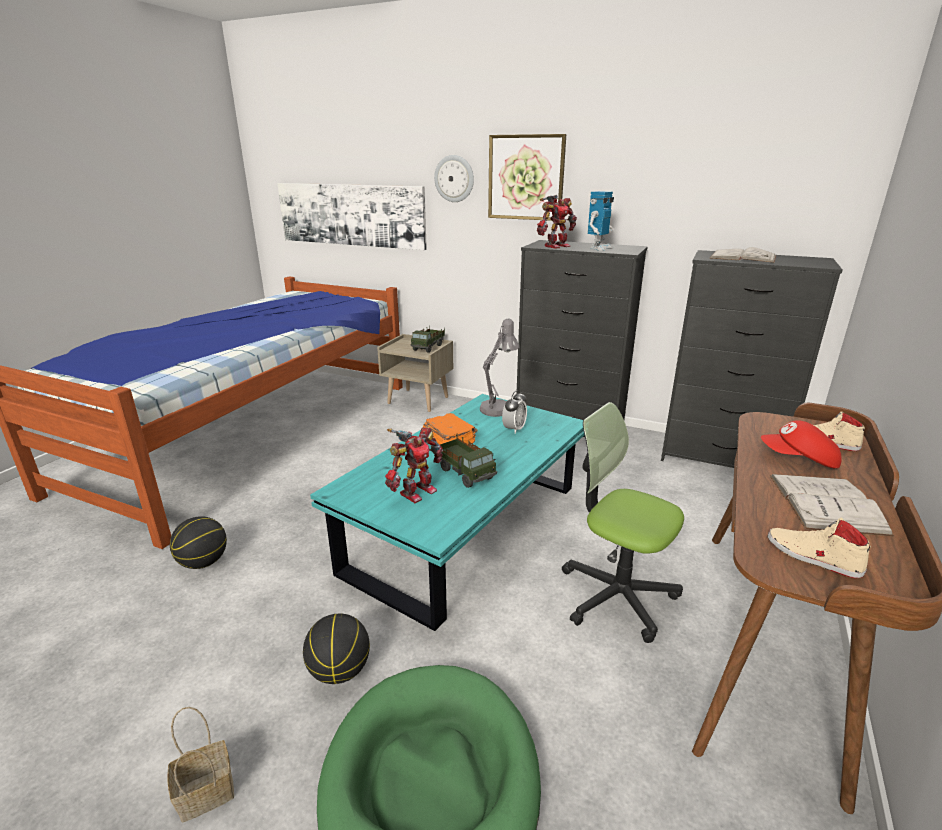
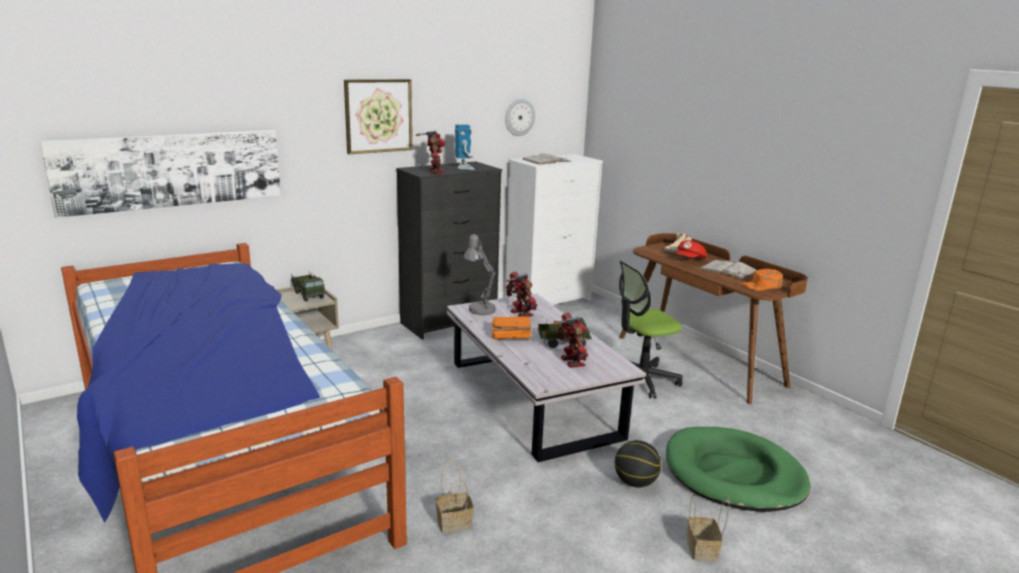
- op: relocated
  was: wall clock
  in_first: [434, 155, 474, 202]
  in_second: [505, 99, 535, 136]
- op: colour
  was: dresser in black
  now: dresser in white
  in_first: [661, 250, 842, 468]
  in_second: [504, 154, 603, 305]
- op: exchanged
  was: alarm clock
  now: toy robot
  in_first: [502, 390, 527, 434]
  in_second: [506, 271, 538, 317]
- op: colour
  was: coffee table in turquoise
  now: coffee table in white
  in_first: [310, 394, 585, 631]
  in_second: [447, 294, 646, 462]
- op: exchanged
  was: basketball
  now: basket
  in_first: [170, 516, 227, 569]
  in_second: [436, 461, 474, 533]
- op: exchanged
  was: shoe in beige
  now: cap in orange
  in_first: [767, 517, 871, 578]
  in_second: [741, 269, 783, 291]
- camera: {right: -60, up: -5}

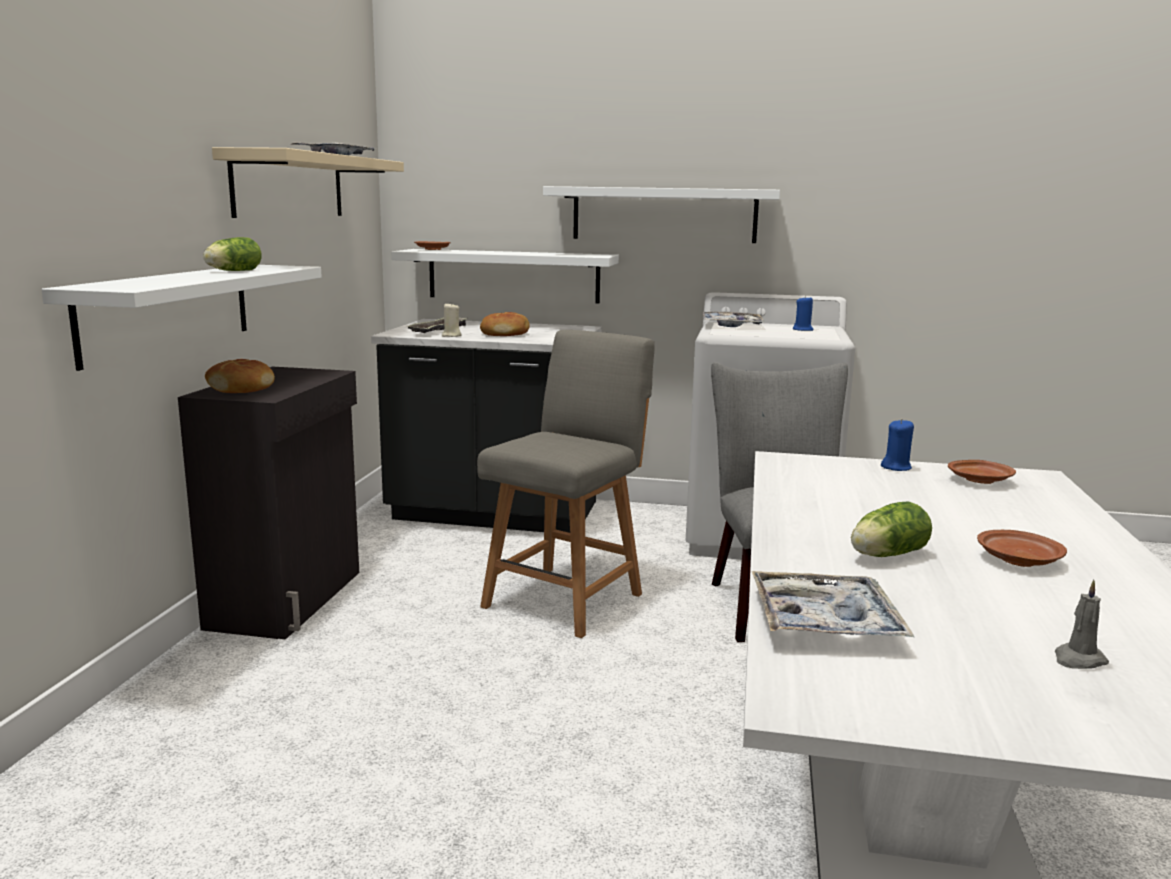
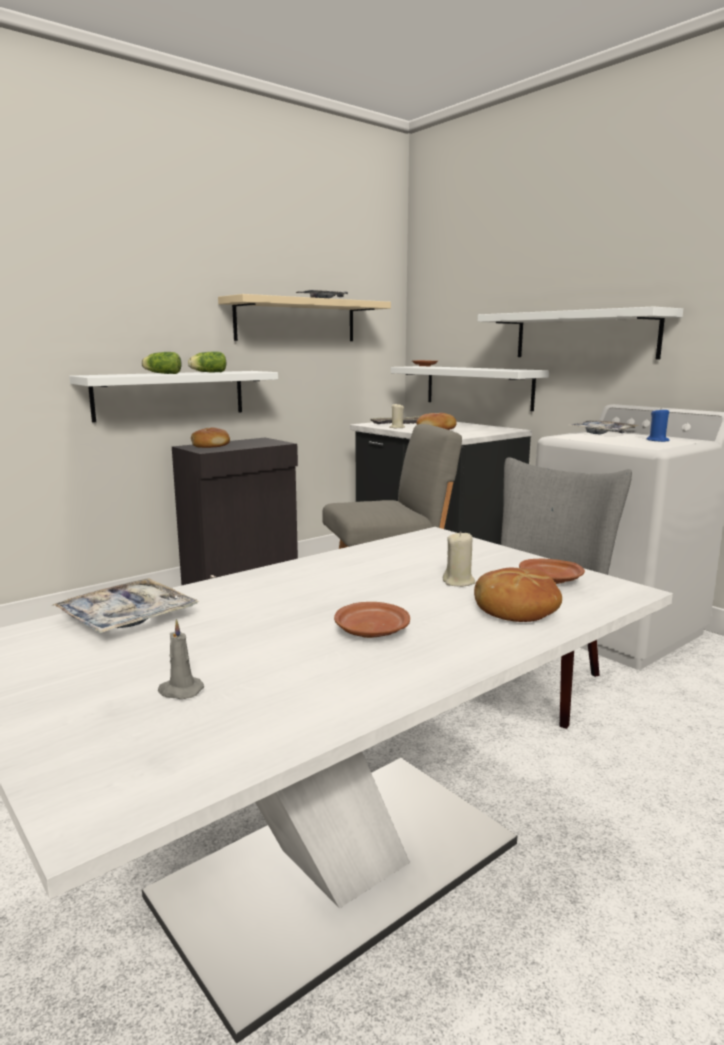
- op: missing
  was: candle in blue
  in_first: [881, 419, 914, 471]
- op: relocated
  was: lettuce
  in_first: [851, 501, 932, 557]
  in_second: [141, 352, 182, 374]
- op: appeared
  now: candle in beige
  in_second: [443, 531, 475, 587]
- op: appeared
  now: bread
  in_second: [474, 568, 562, 622]
- camera: {right: 40, up: 0}

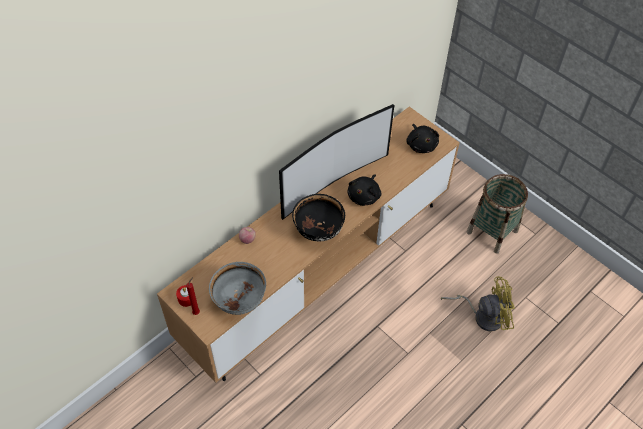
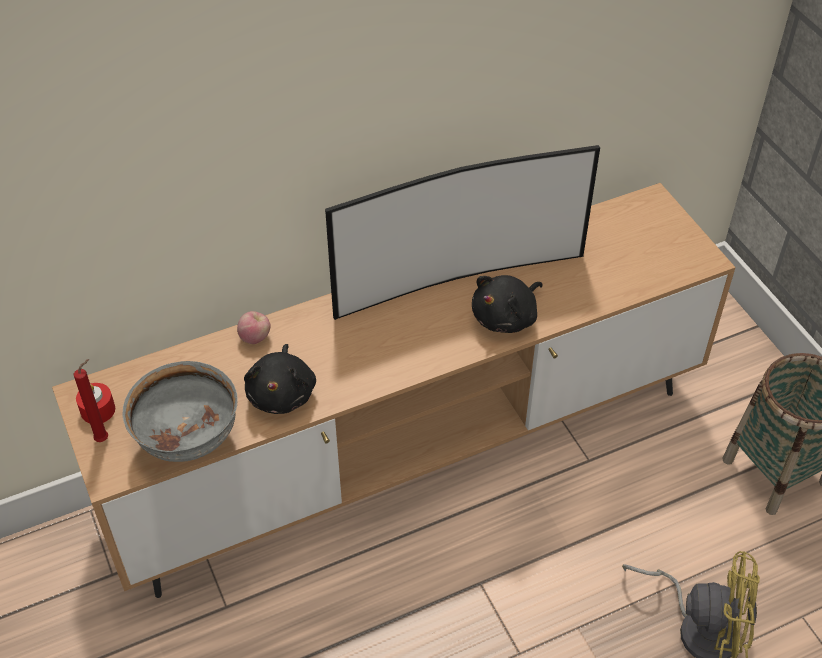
- op: relocated
  was: plush toy in black
  in_first: [406, 124, 439, 153]
  in_second: [244, 344, 316, 414]
- op: missing
  was: bowl in black
  in_first: [292, 194, 345, 241]
- camera: {right: 20, up: -5}

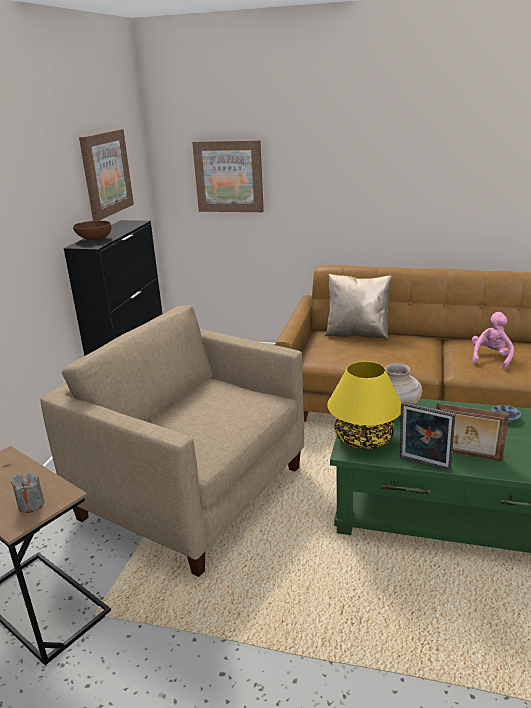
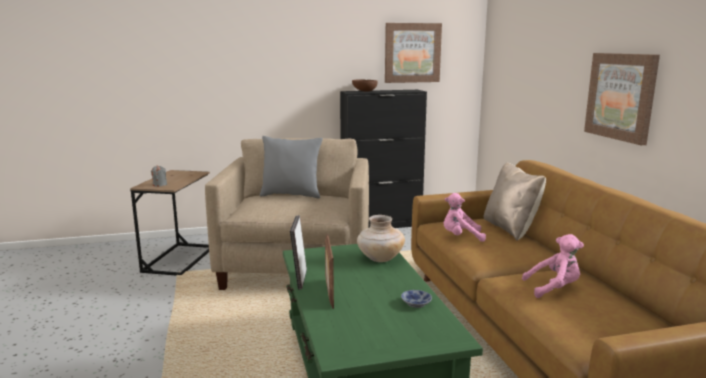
- op: relocated
  was: picture
  in_first: [192, 140, 264, 212]
  in_second: [584, 53, 660, 145]
- op: missing
  was: table lamp in yellow
  in_first: [327, 361, 401, 449]
- op: appeared
  now: pillow in grey
  in_second: [260, 136, 323, 199]
- op: appeared
  now: plush toy in pink
  in_second: [444, 193, 486, 242]
- camera: {right: 60, up: -10}

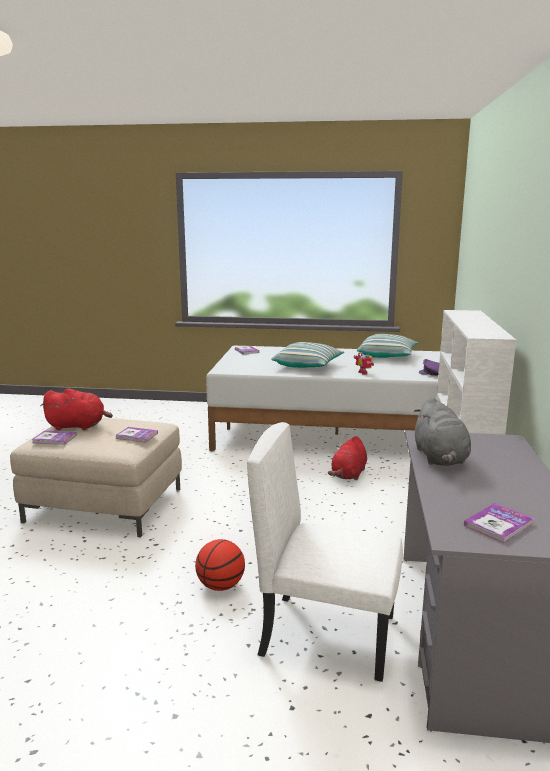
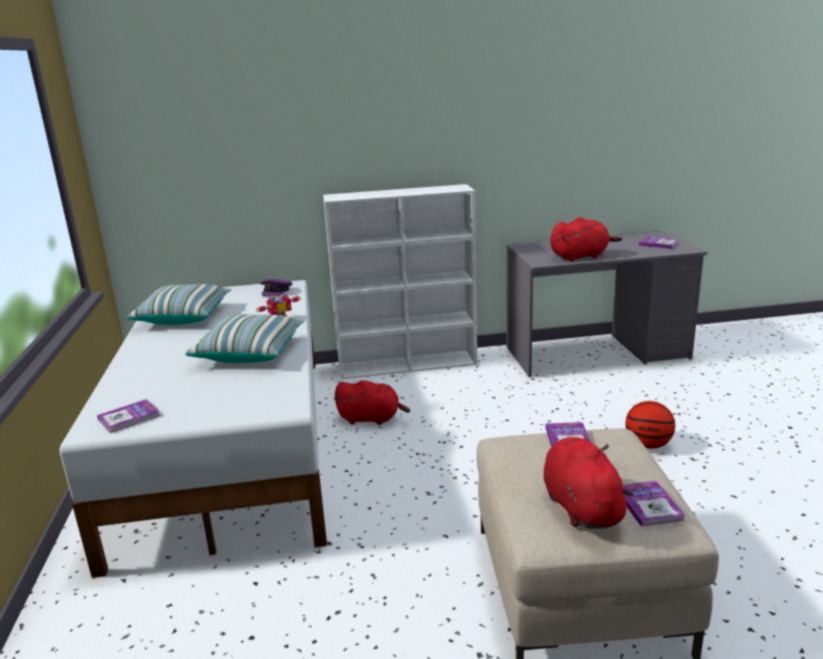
- op: colour
  was: plush toy in grey
  now: plush toy in red
  in_first: [414, 397, 471, 466]
  in_second: [550, 217, 622, 262]
- op: missing
  was: chair in white
  in_first: [247, 422, 403, 682]
- camera: {right: -105, up: 5}

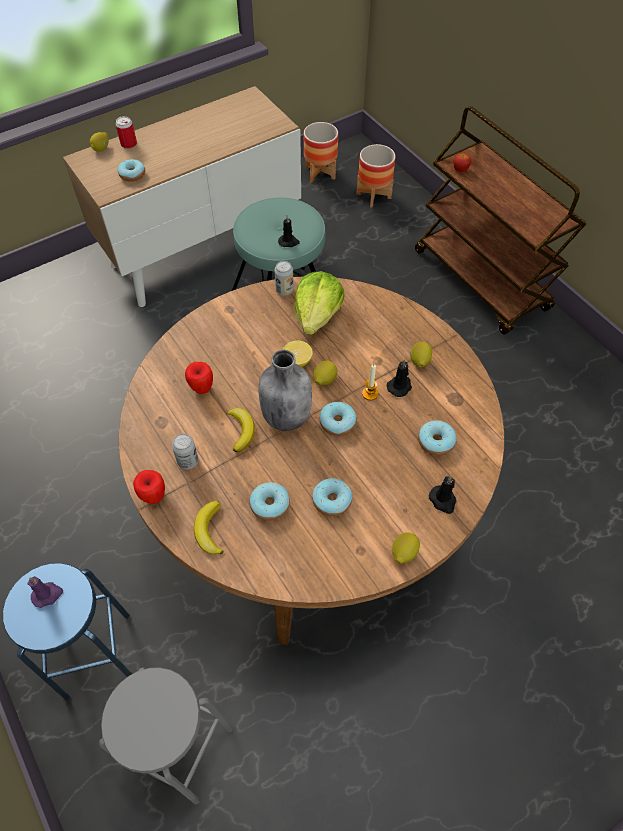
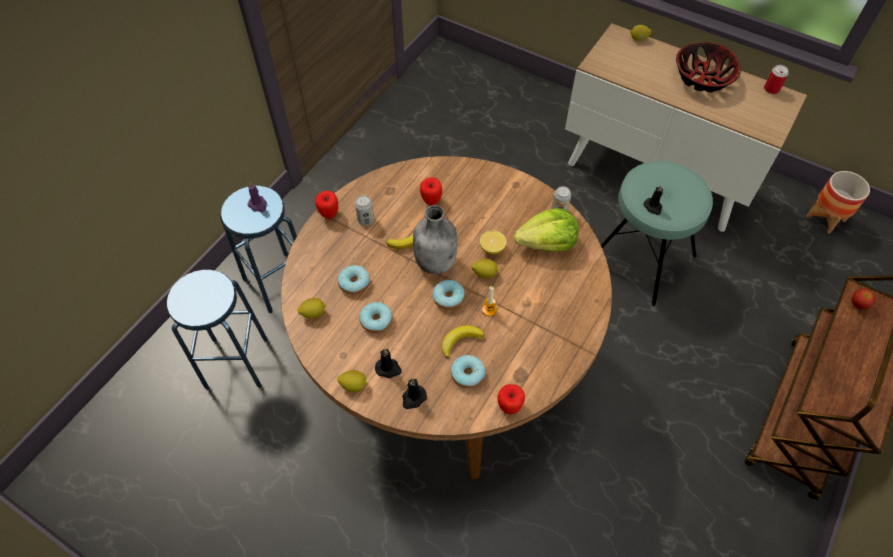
- op: relocated
  was: can
  in_first: [115, 116, 137, 149]
  in_second: [764, 65, 789, 94]
- op: missing
  was: planter
  in_first: [357, 144, 396, 207]
- op: missing
  was: donut
  in_first: [118, 159, 145, 182]
- op: relocated
  was: lemon
  in_first: [410, 342, 432, 367]
  in_second: [297, 298, 326, 319]
- op: relocated
  was: candle in black
  in_first: [387, 359, 412, 397]
  in_second: [375, 348, 402, 378]
- op: relocated
  was: banana
  in_first: [194, 501, 224, 555]
  in_second: [441, 325, 484, 359]
- op: colour
  was: stool in grey
  now: stool in blue
  in_first: [99, 667, 233, 805]
  in_second: [167, 270, 268, 389]
- op: appeared
  now: bowl
  in_second: [676, 42, 741, 92]
- op: appeared
  now: apple
  in_second: [498, 384, 525, 414]
- camera: {right: 65, up: 0}

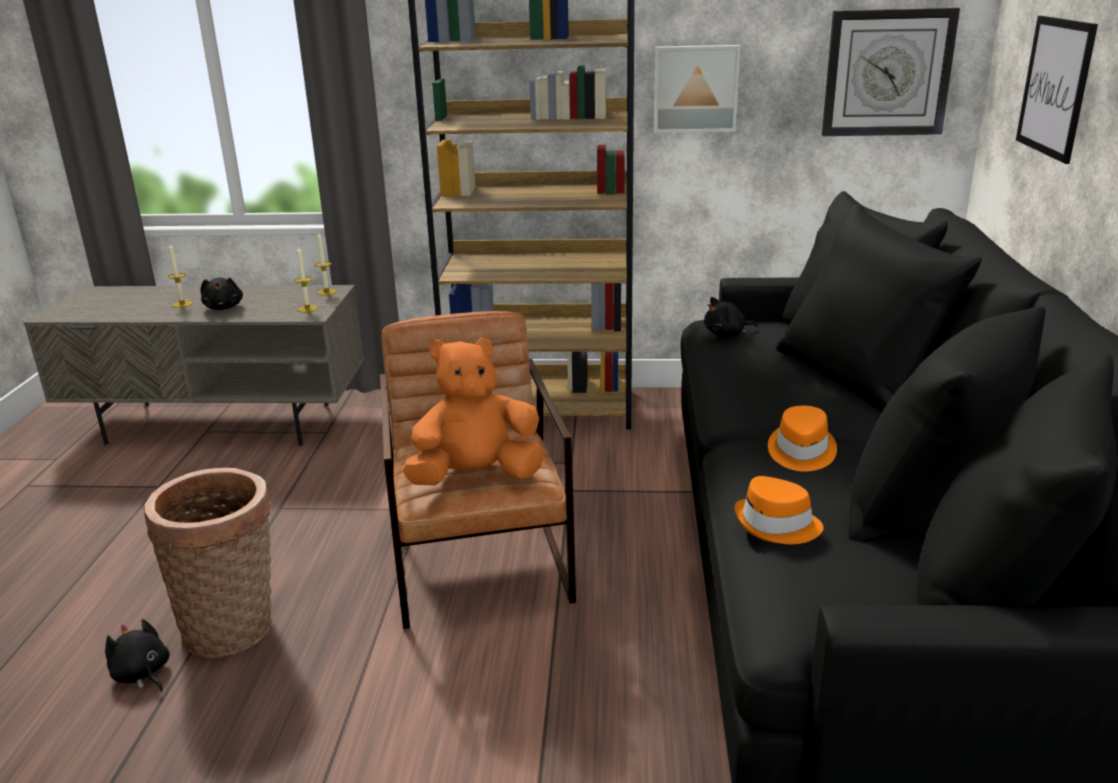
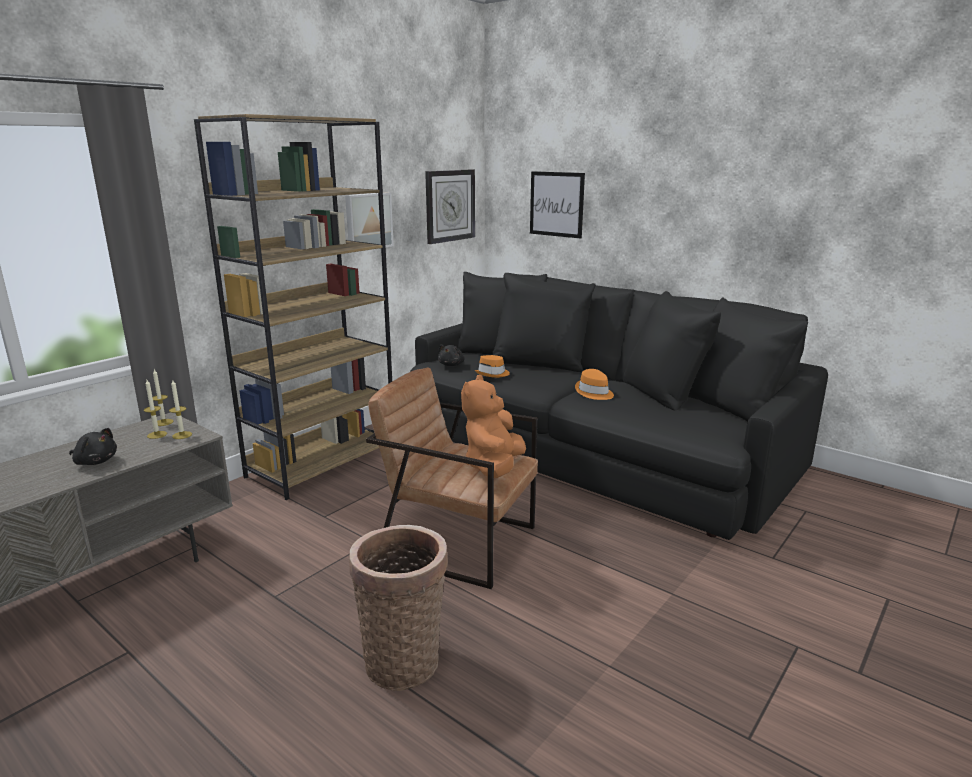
- op: relocated
  was: candle
  in_first: [168, 244, 193, 308]
  in_second: [144, 380, 167, 439]
- op: relocated
  was: hat in orange
  in_first: [735, 476, 824, 544]
  in_second: [475, 355, 510, 378]
- op: missing
  was: plush toy in black
  in_first: [105, 619, 169, 692]
- camera: {right: -55, up: -5}

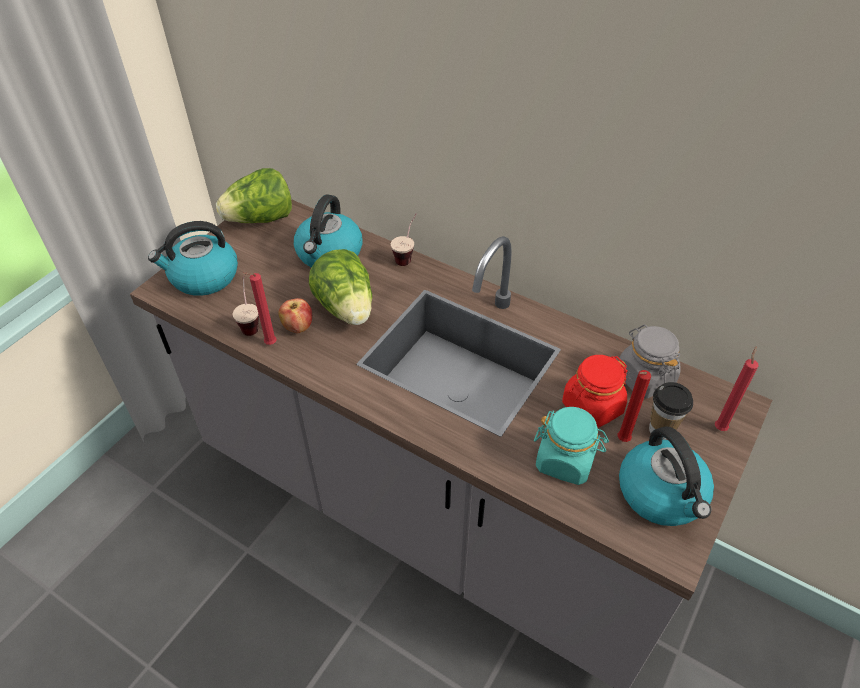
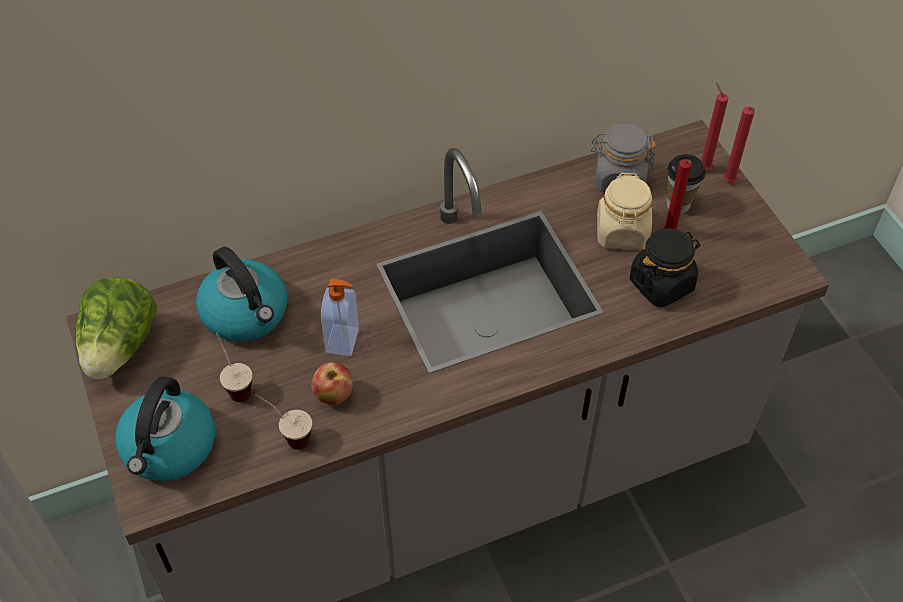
- op: relocated
  was: cup
  in_first: [391, 213, 417, 266]
  in_second: [216, 333, 252, 402]
- op: exchanged
  was: lettuce
  now: soap dispenser
  in_first: [309, 249, 372, 325]
  in_second: [321, 279, 359, 356]
- op: relocated
  was: candle in red
  in_first: [243, 273, 277, 345]
  in_second: [723, 106, 755, 183]
- op: colour
  was: jar in red
  now: jar in beige
  in_first: [562, 355, 627, 428]
  in_second: [597, 173, 653, 249]
- op: colour
  was: jar in turquoise
  now: jar in black
  in_first: [534, 407, 609, 485]
  in_second: [630, 228, 700, 308]
- op: missing
  was: kettle
  in_first: [619, 426, 714, 526]
- camera: {right: -55, up: 5}

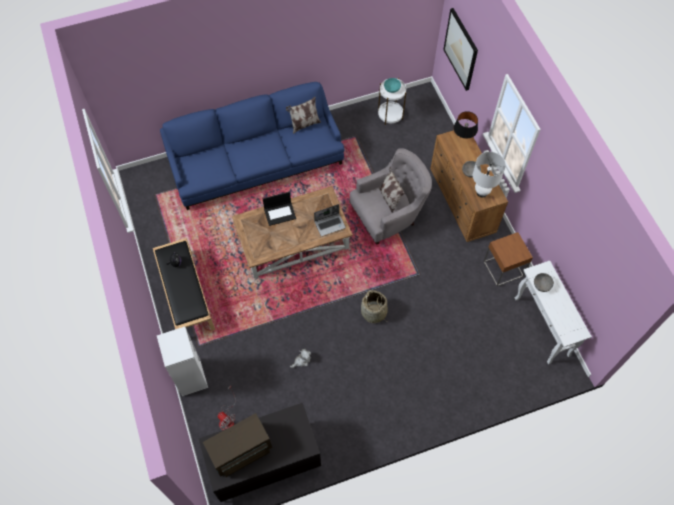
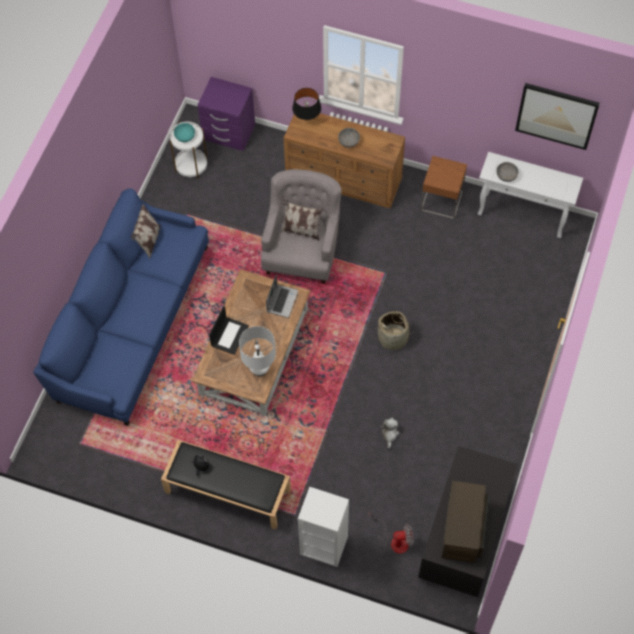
- op: relocated
  was: picture
  in_first: [443, 8, 478, 91]
  in_second: [515, 83, 600, 150]
- op: relocated
  was: table lamp in white
  in_first: [473, 152, 506, 197]
  in_second: [239, 326, 276, 377]
- op: appeared
  now: nightstand in purple
  in_second: [198, 77, 255, 151]
- camera: {right: -50, up: 0}

